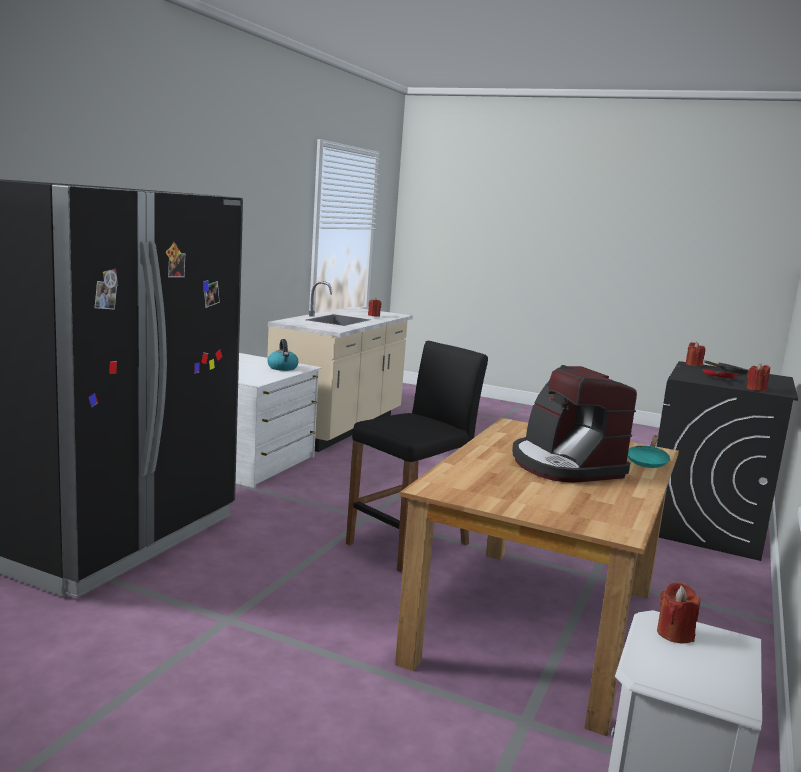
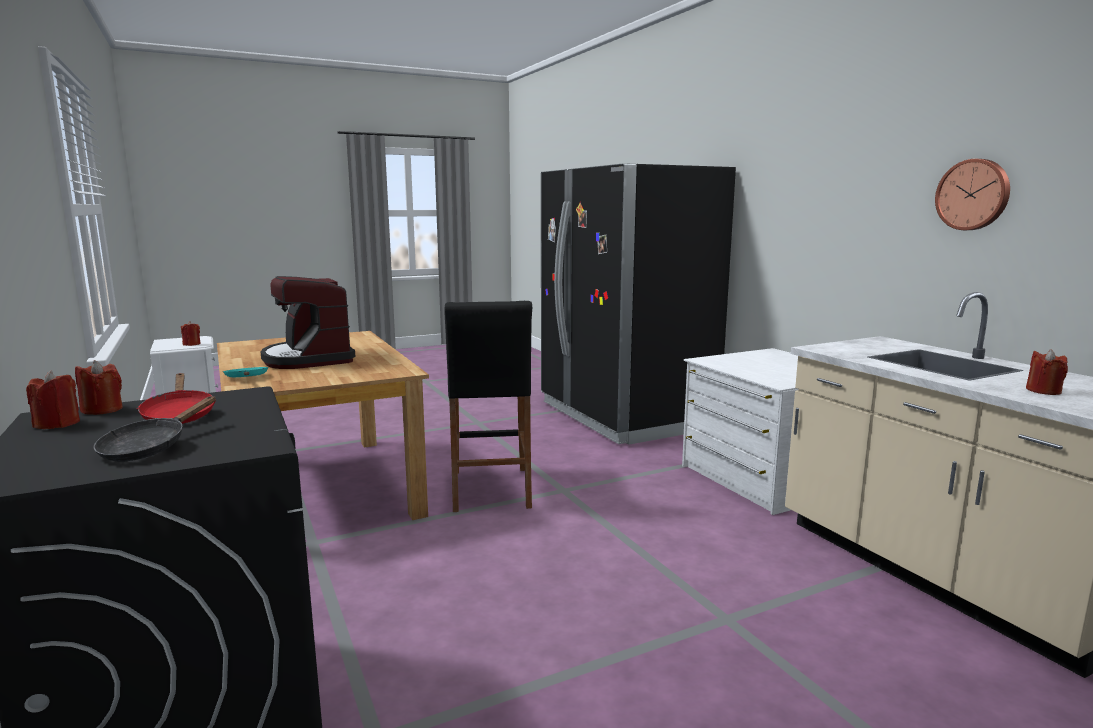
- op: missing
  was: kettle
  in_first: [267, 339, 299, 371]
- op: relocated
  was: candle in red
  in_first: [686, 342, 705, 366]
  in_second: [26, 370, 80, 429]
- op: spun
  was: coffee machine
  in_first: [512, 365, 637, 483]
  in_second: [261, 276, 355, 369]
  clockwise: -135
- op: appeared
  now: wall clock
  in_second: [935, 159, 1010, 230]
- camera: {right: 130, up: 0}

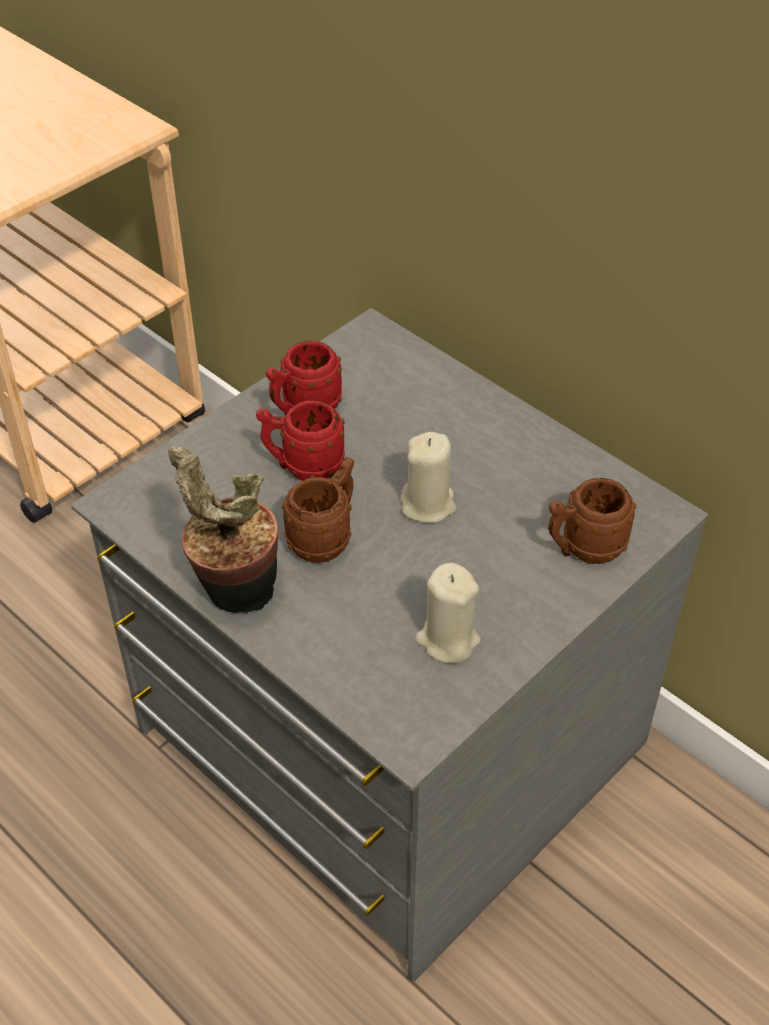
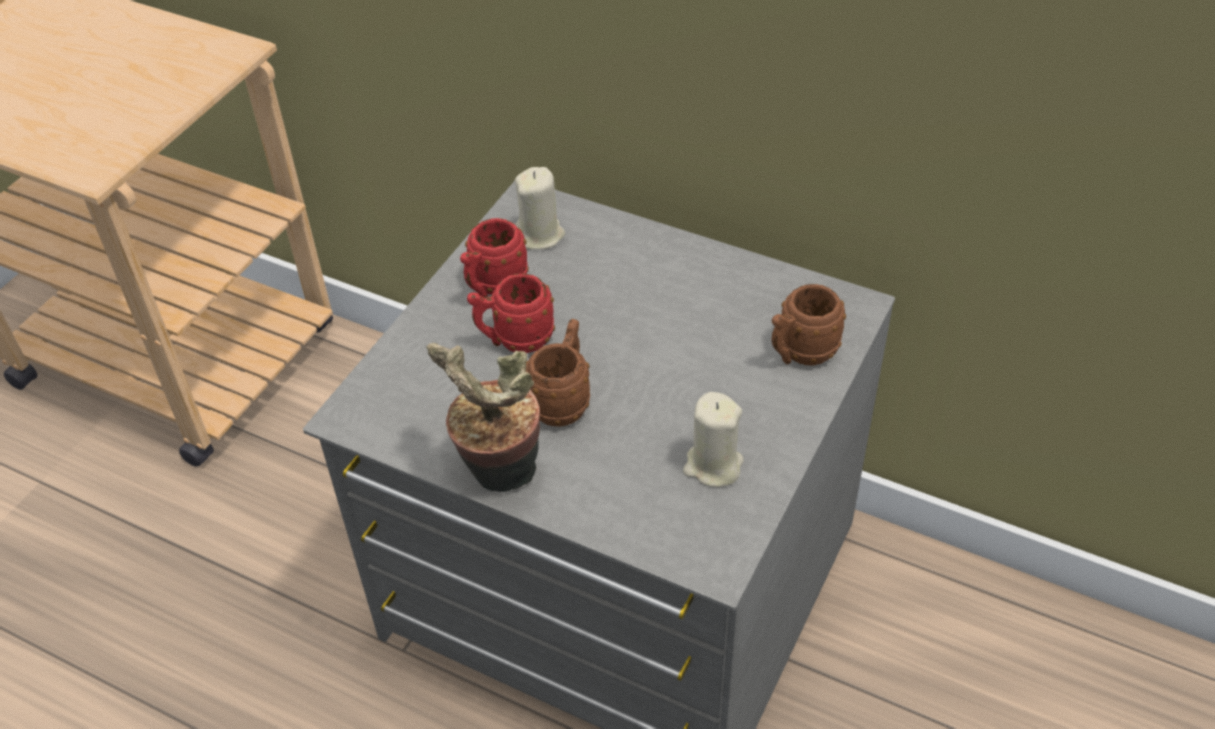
- op: relocated
  was: candle in beige
  in_first: [401, 432, 457, 523]
  in_second: [515, 167, 565, 250]
- camera: {right: -15, up: 0}

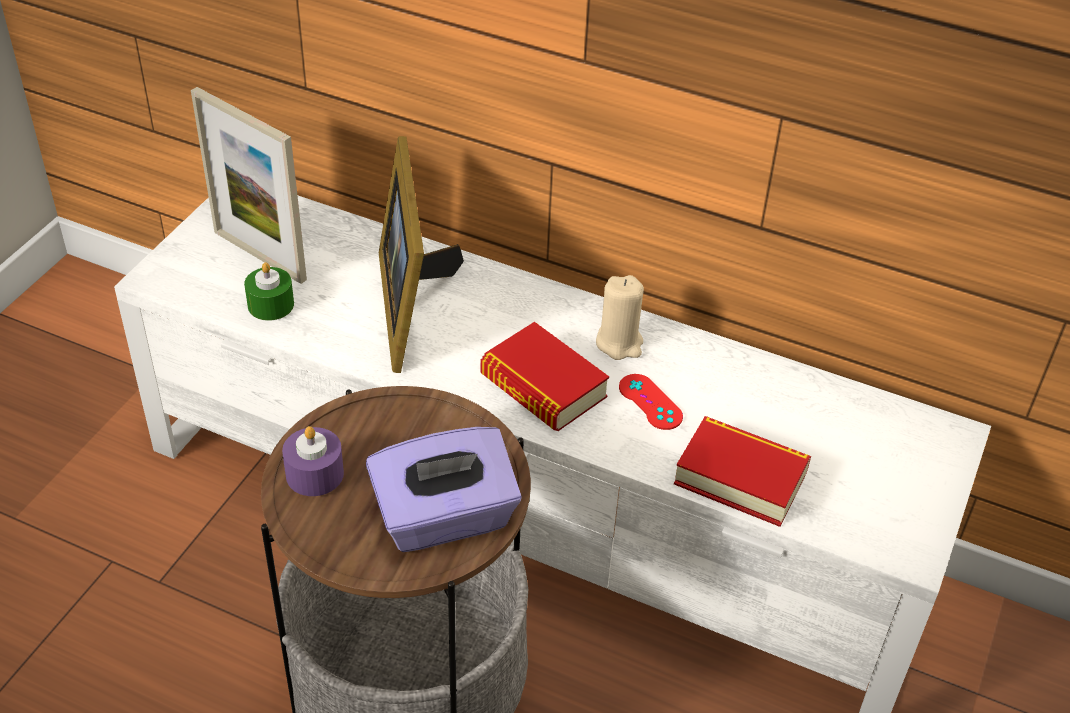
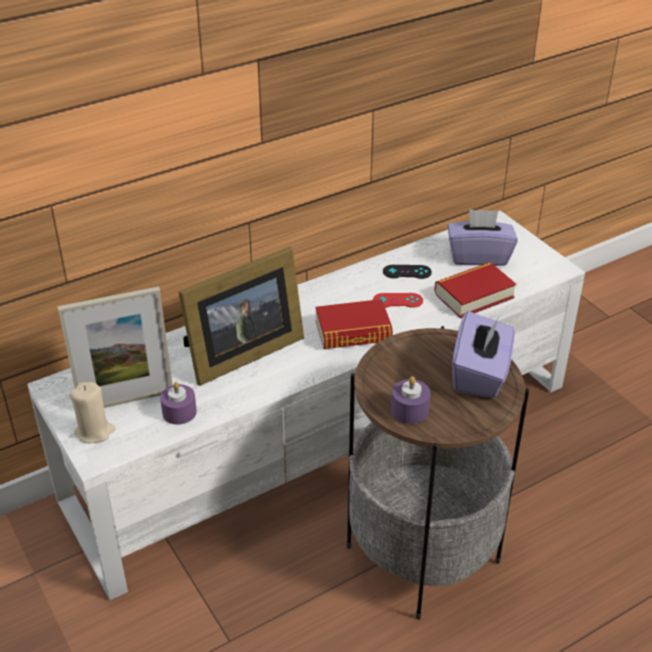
- op: spun
  was: picture frame
  in_first: [379, 136, 464, 373]
  in_second: [178, 246, 304, 386]
  clockwise: -60
- op: colour
  was: candle in green
  now: candle in purple
  in_first: [244, 262, 294, 321]
  in_second: [160, 382, 197, 425]
- op: relocated
  was: candle in beige
  in_first: [596, 275, 644, 360]
  in_second: [69, 382, 115, 444]
- op: appeared
  now: tissue box in purple
  in_second: [448, 209, 518, 266]
- op: appeared
  now: game controller in black
  in_second: [383, 265, 432, 279]
- camera: {right: -55, up: -5}

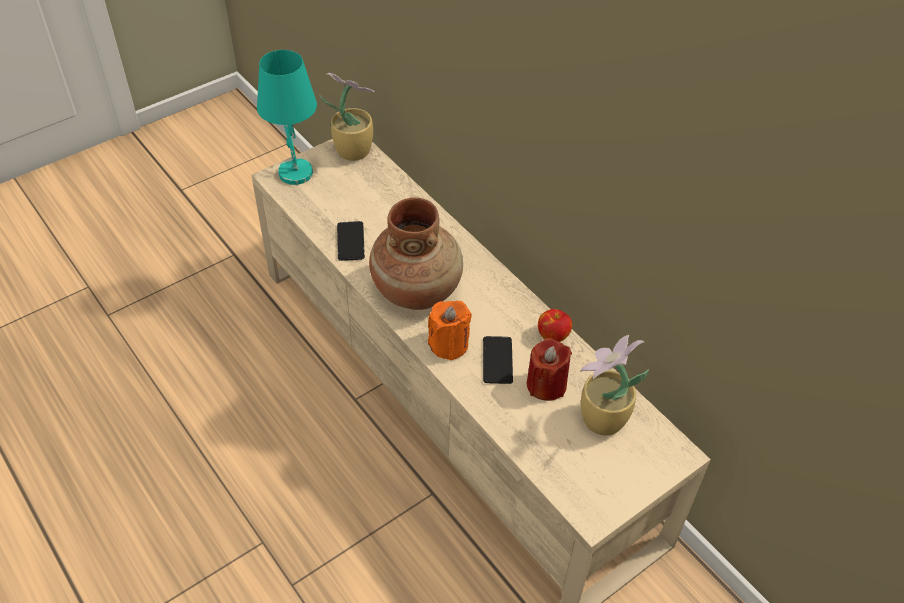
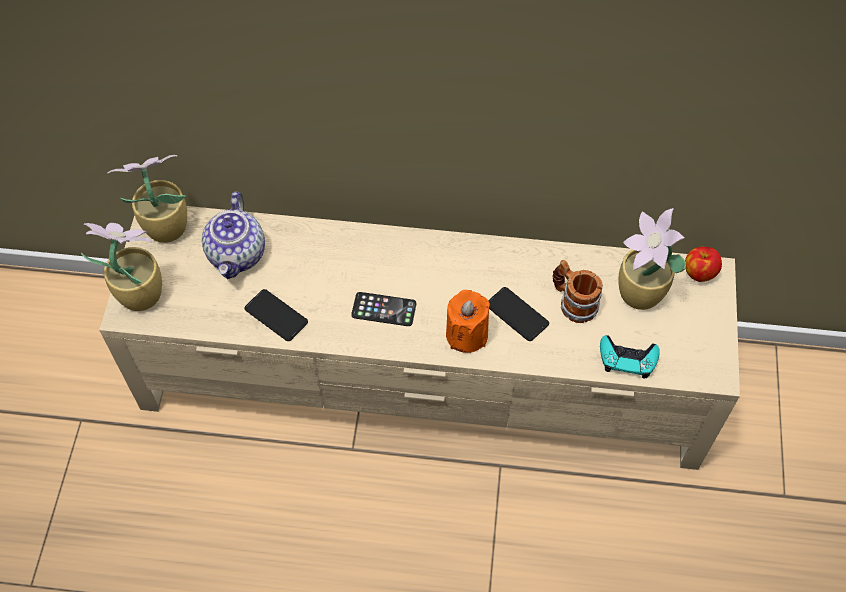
- op: exchanged
  was: table lamp in turquoise
  now: potted plant
  in_first: [257, 50, 317, 185]
  in_second: [81, 223, 162, 311]
- op: exchanged
  was: vase in brown
  now: phone
  in_first: [369, 197, 463, 310]
  in_second: [351, 292, 416, 326]
- op: relocated
  was: apple
  in_first: [538, 309, 572, 342]
  in_second: [685, 247, 722, 282]
- op: exchanged
  was: candle in red
  now: mug
  in_first: [527, 338, 572, 401]
  in_second: [552, 260, 603, 323]
- op: appeared
  now: teapot
  in_second: [202, 192, 265, 279]
- op: appeared
  now: game controller in turquoise
  in_second: [600, 335, 660, 379]
- camera: {right: -45, up: 10}

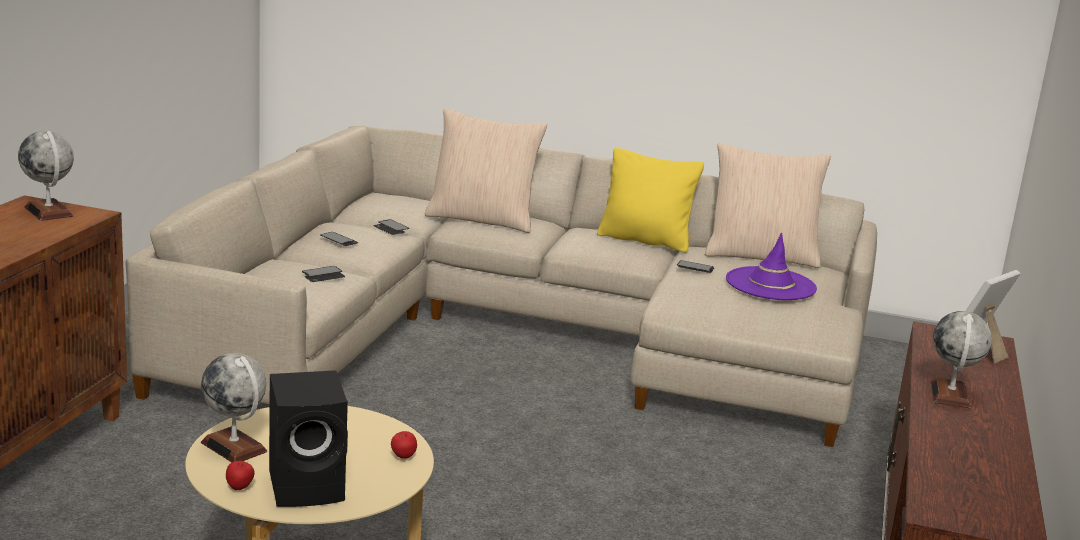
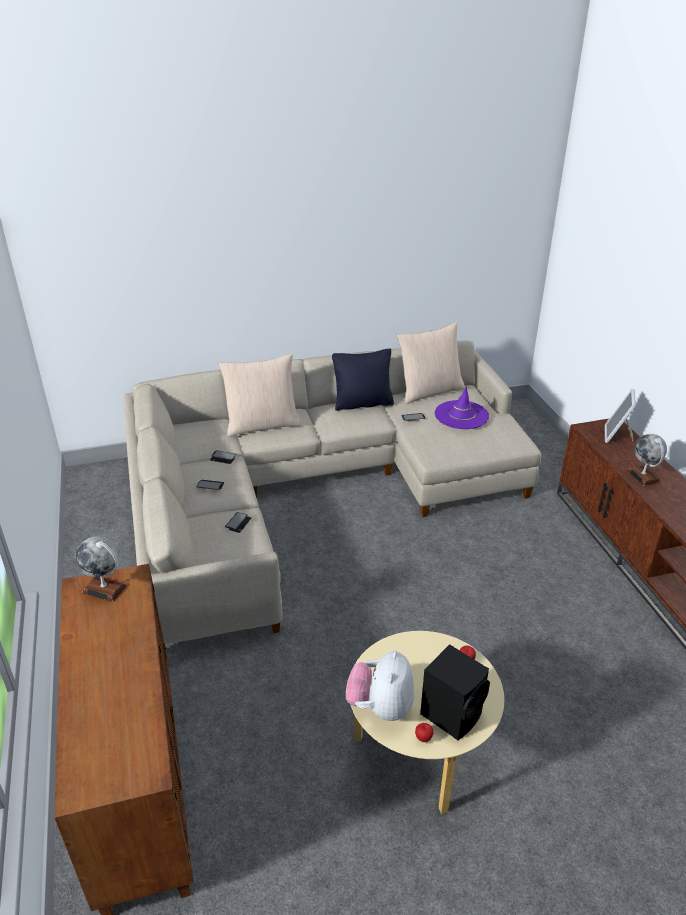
- op: colour
  was: pillow in yellow
  now: pillow in black
  in_first: [597, 148, 704, 253]
  in_second: [332, 349, 394, 411]
- op: exchanged
  was: globe
  now: plush toy
  in_first: [201, 353, 267, 462]
  in_second: [346, 651, 415, 721]
- camera: {right: -30, up: 15}

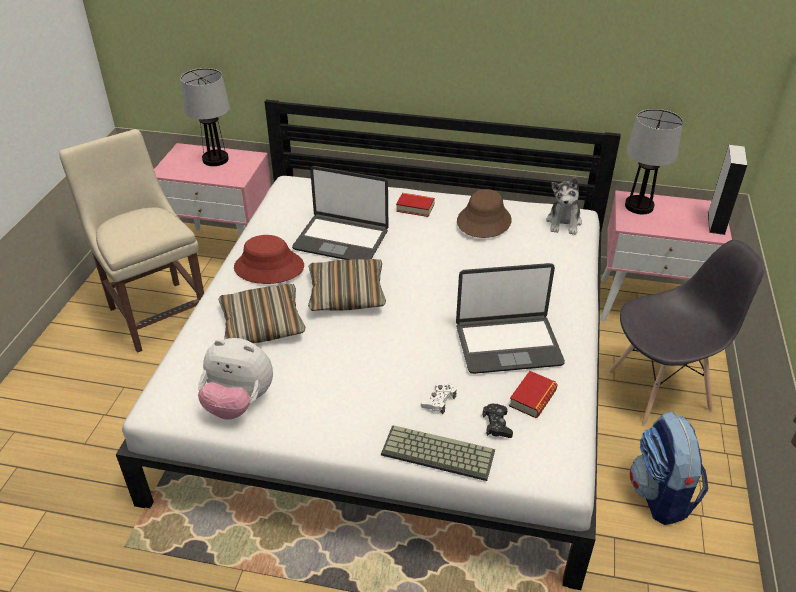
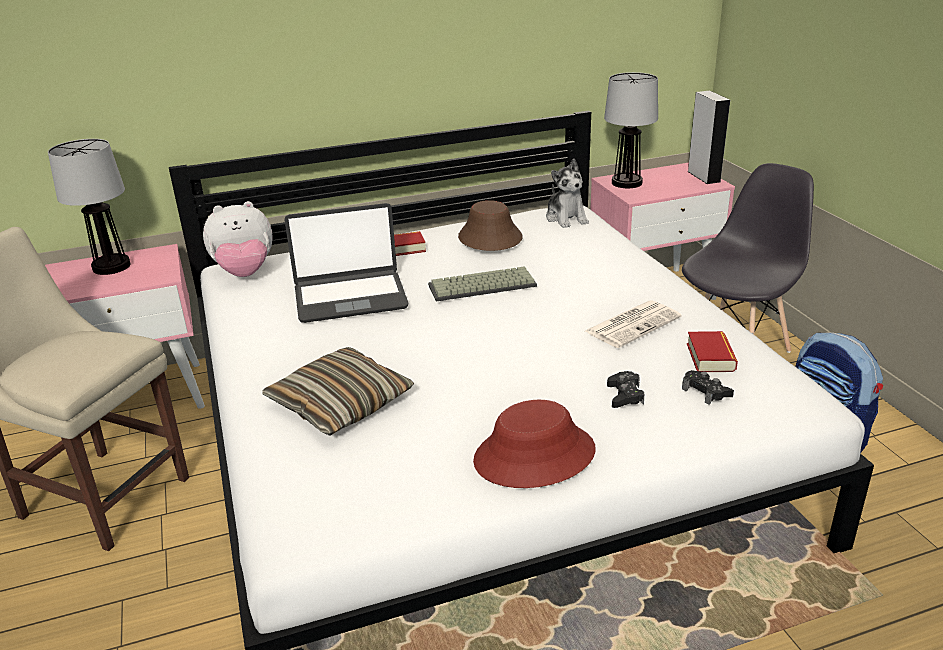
- op: relocated
  was: hat in red
  in_first: [234, 235, 304, 284]
  in_second: [473, 400, 596, 488]
- op: missing
  was: pillow
  in_first: [308, 259, 386, 311]
- op: exchanged
  was: laptop
  now: newspaper
  in_first: [456, 263, 565, 374]
  in_second: [585, 300, 682, 348]
- op: relocated
  was: plush toy
  in_first: [198, 338, 273, 420]
  in_second: [203, 201, 273, 277]
- op: colour
  was: game controller in white
  now: game controller in black
  in_first: [421, 382, 456, 414]
  in_second: [607, 371, 644, 408]
- op: relocated
  was: keyboard
  in_first: [381, 425, 495, 481]
  in_second: [428, 266, 537, 301]
- camera: {right: -30, up: -10}

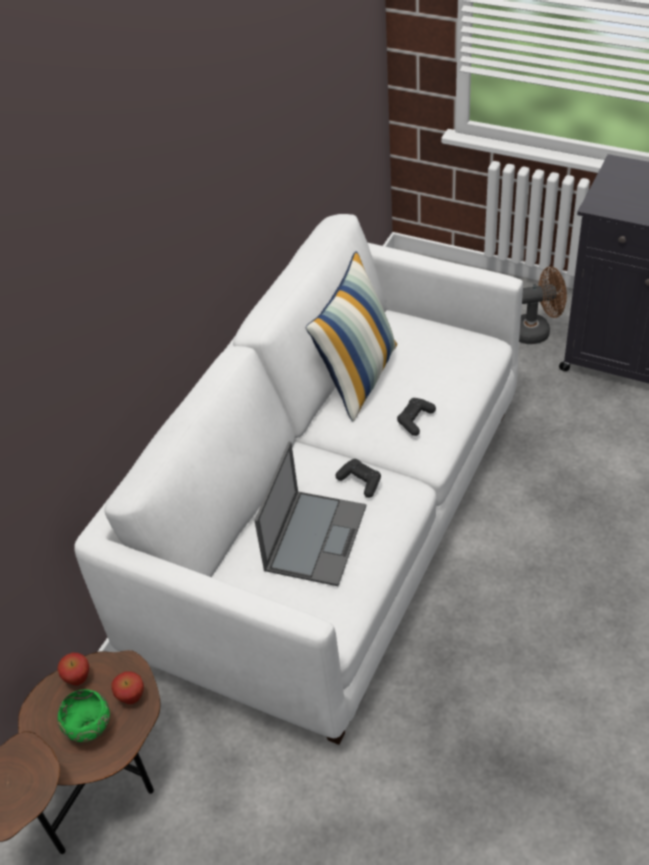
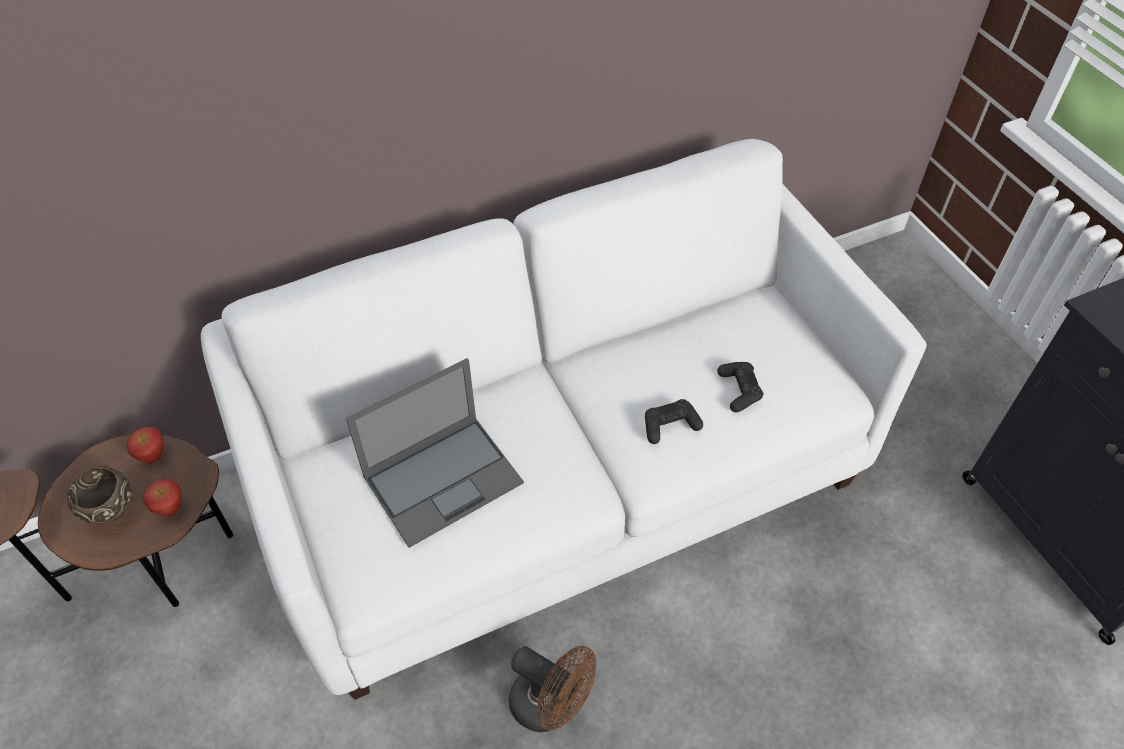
- op: missing
  was: pillow
  in_first: [306, 251, 397, 421]
- op: relocated
  was: fan in brown
  in_first: [519, 266, 567, 344]
  in_second: [509, 646, 596, 732]
- op: relocated
  was: game controller in black
  in_first: [335, 459, 381, 498]
  in_second: [717, 362, 763, 413]
- op: colour
  was: bowl in green
  now: bowl in brown
  in_first: [58, 689, 110, 742]
  in_second: [67, 466, 131, 524]
- camera: {right: 35, up: 5}

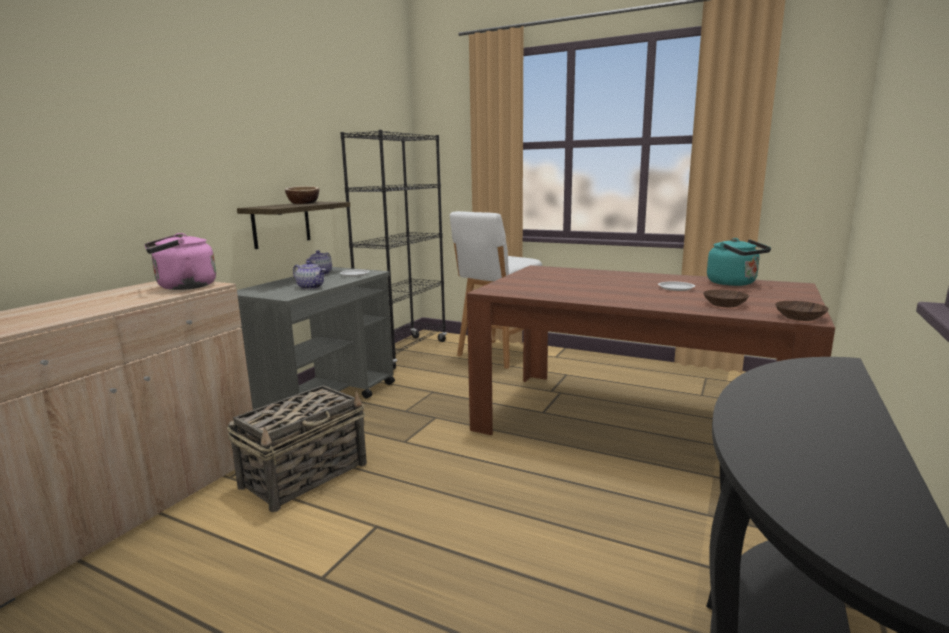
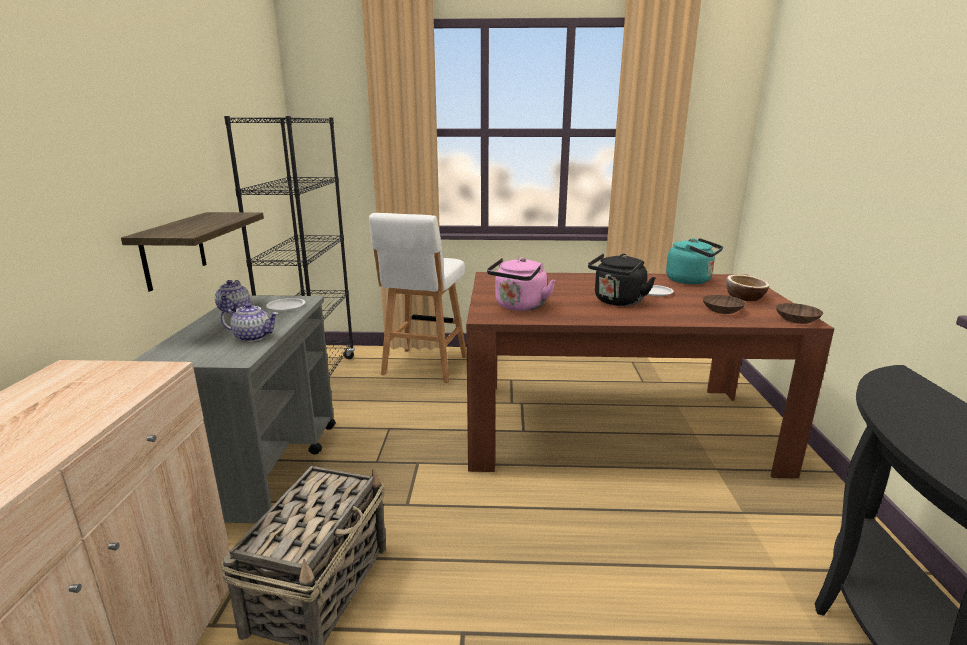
- op: relocated
  was: bowl
  in_first: [285, 186, 319, 204]
  in_second: [726, 274, 770, 301]
- op: relocated
  was: kettle in pink
  in_first: [144, 233, 216, 290]
  in_second: [487, 257, 556, 311]
- op: appeared
  now: kettle in black
  in_second: [588, 254, 656, 306]
- camera: {right: -25, up: 5}

